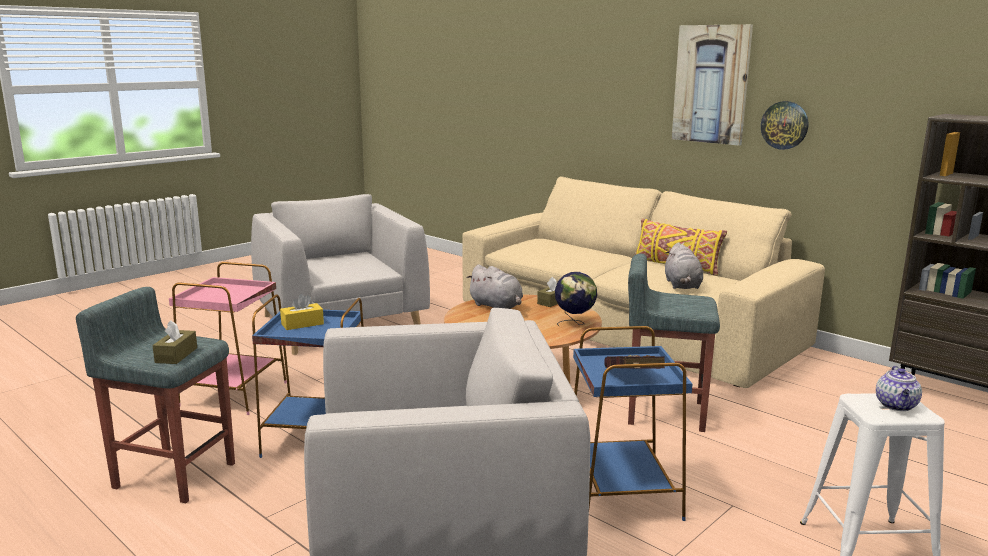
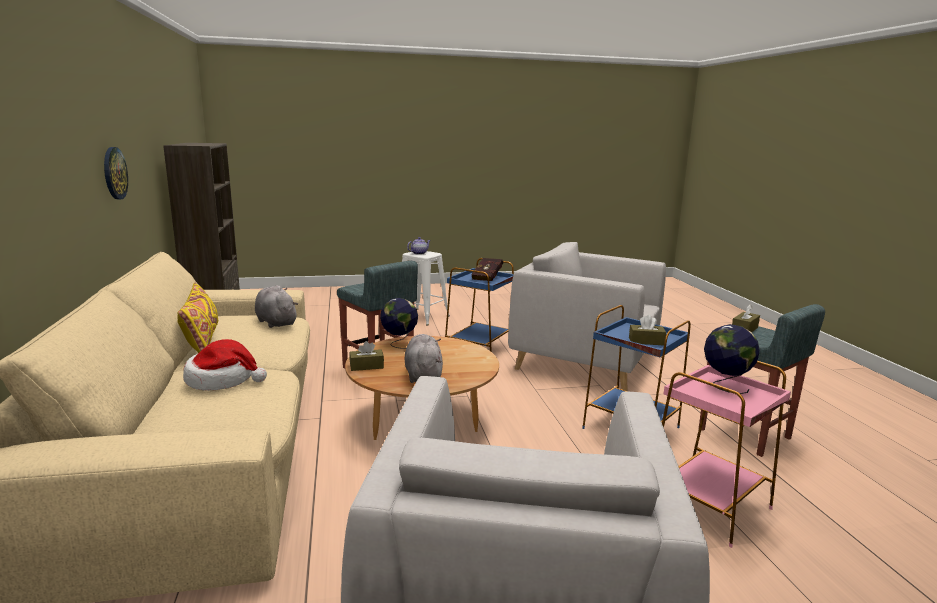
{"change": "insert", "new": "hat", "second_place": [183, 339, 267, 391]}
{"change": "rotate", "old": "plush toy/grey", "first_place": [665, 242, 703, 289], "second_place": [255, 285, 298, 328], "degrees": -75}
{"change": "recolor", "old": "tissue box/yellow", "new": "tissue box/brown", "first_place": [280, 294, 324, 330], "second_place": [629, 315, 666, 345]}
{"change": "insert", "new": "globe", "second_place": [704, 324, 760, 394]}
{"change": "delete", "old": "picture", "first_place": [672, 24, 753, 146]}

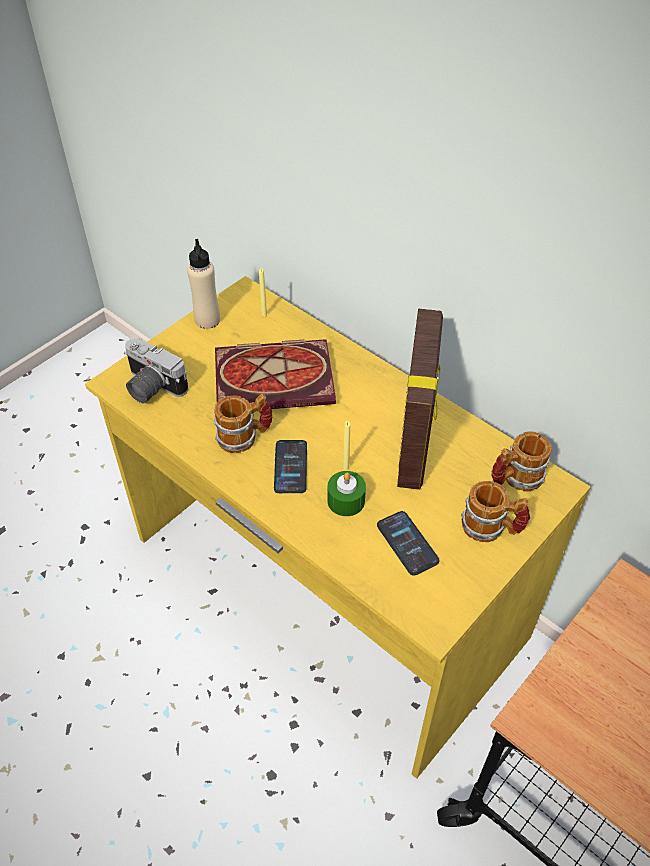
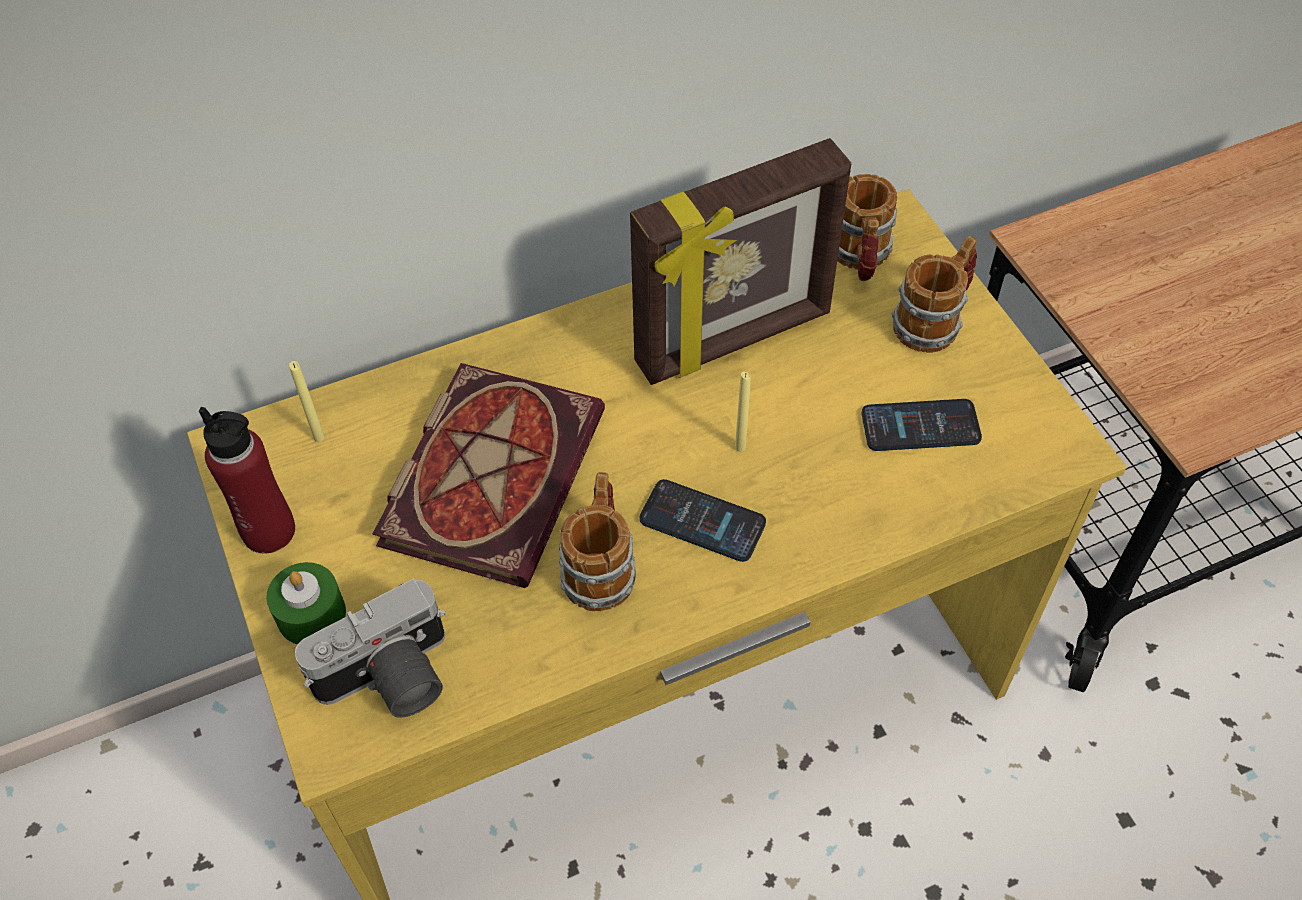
{"change": "recolor", "old": "bottle/beige", "new": "bottle/red", "first_place": [187, 239, 220, 329], "second_place": [199, 407, 295, 554]}
{"change": "move", "old": "candle/green", "first_place": [327, 471, 366, 516], "second_place": [266, 562, 346, 644]}
{"change": "rotate", "old": "picture frame", "first_place": [397, 309, 443, 490], "second_place": [630, 138, 851, 385], "degrees": 120}

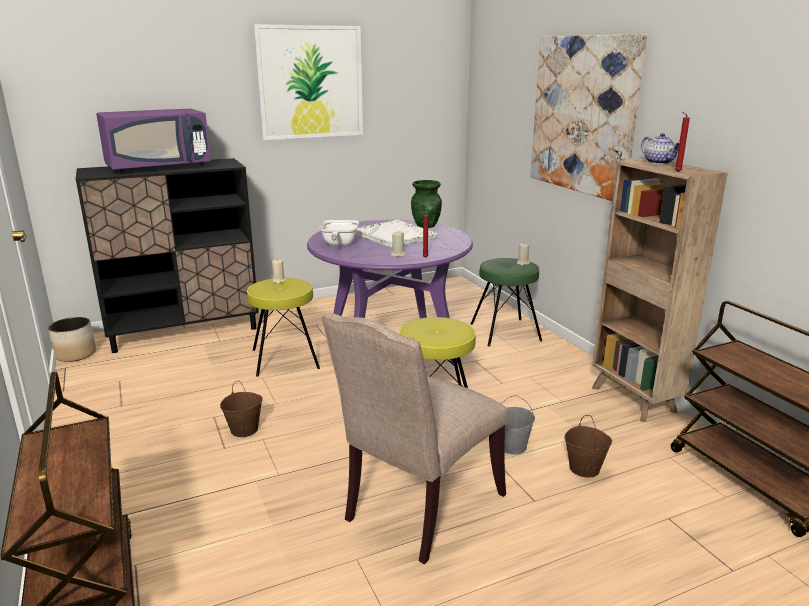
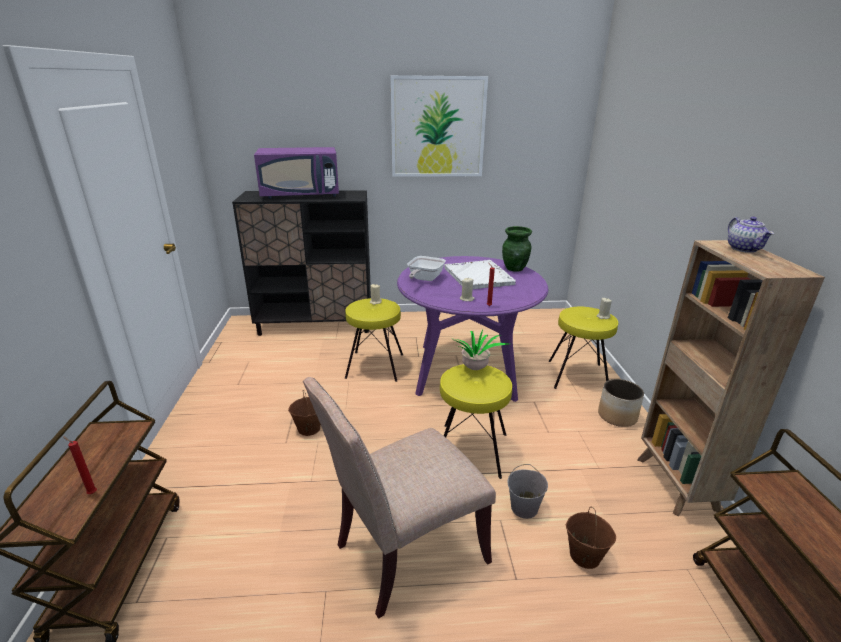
{"change": "move", "old": "candle/red", "first_place": [675, 112, 690, 172], "second_place": [63, 436, 97, 494]}
{"change": "insert", "new": "potted plant", "second_place": [450, 330, 509, 370]}
{"change": "recolor", "old": "stool/green", "new": "stool/yellow", "first_place": [471, 258, 542, 347], "second_place": [549, 307, 618, 389]}
{"change": "move", "old": "planter", "first_place": [48, 317, 96, 362], "second_place": [598, 379, 644, 427]}
{"change": "delete", "old": "picture", "first_place": [531, 34, 647, 201]}

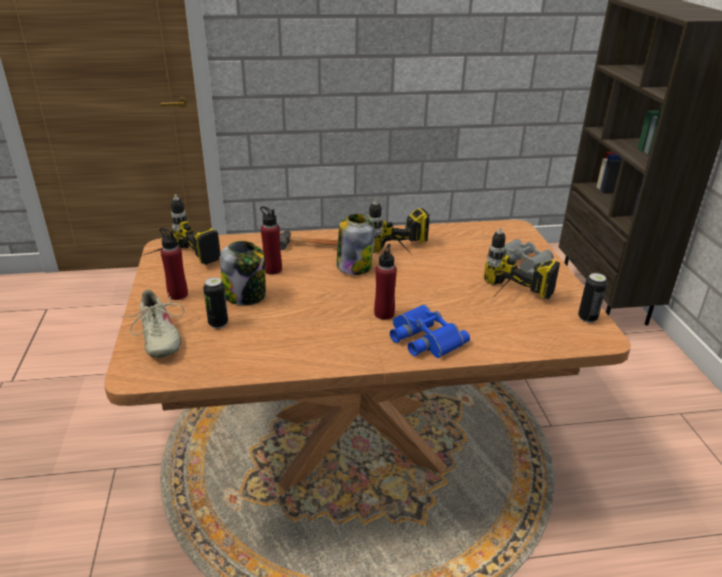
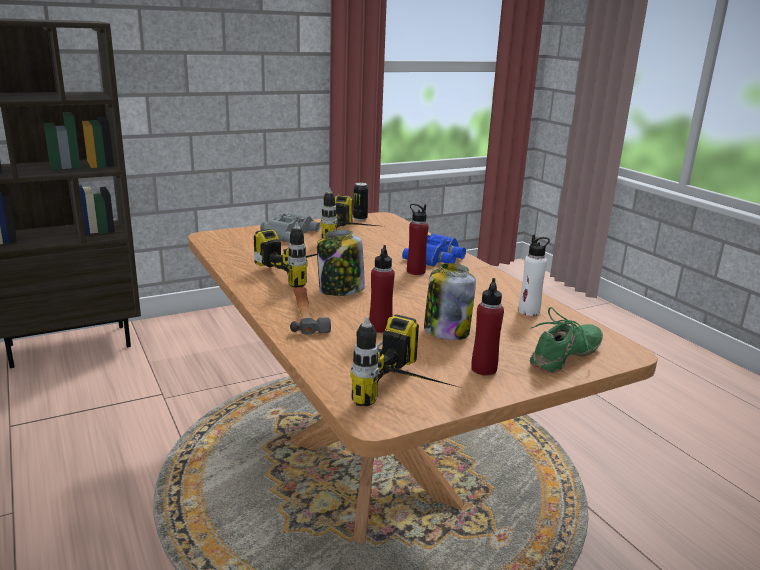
{"change": "insert", "new": "bottle/white", "second_place": [519, 235, 550, 316]}
{"change": "recolor", "old": "shoe/beige", "new": "shoe/green", "first_place": [122, 289, 184, 358], "second_place": [530, 307, 603, 373]}
{"change": "delete", "old": "can", "first_place": [203, 277, 228, 328]}

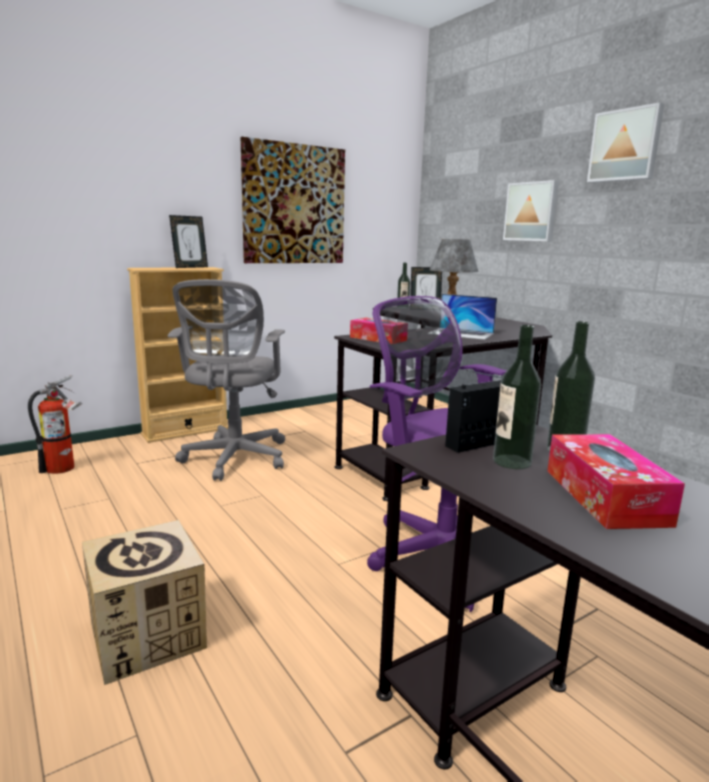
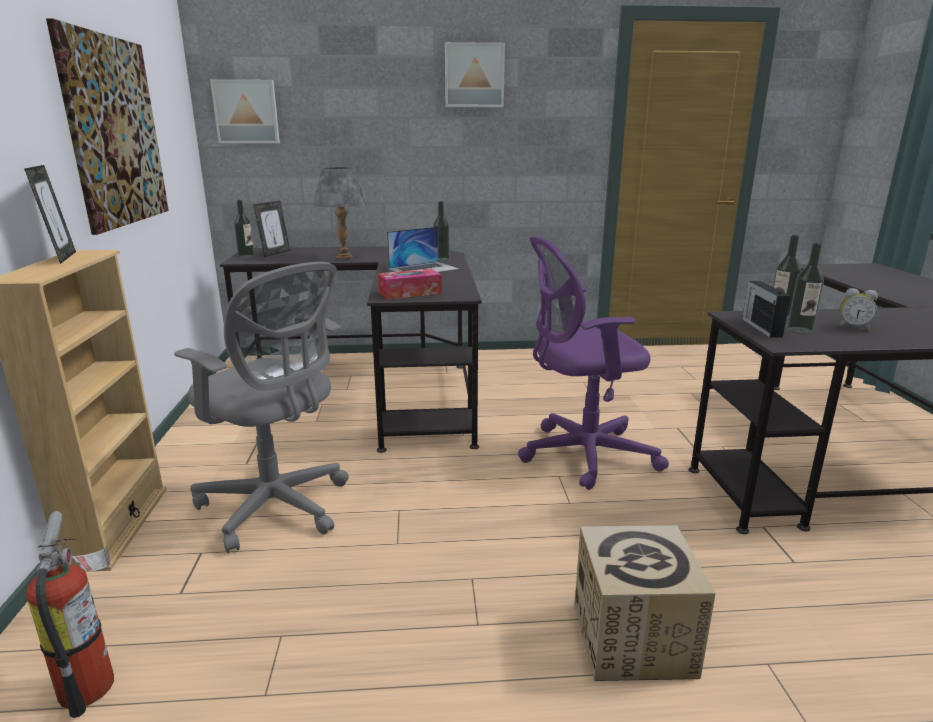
{"change": "move", "old": "picture", "first_place": [503, 180, 559, 241], "second_place": [210, 79, 280, 143]}
{"change": "insert", "new": "bottle", "second_place": [433, 201, 449, 261]}
{"change": "replace", "old": "tissue box", "new": "alarm clock", "first_place": [547, 434, 685, 529], "second_place": [839, 288, 878, 330]}

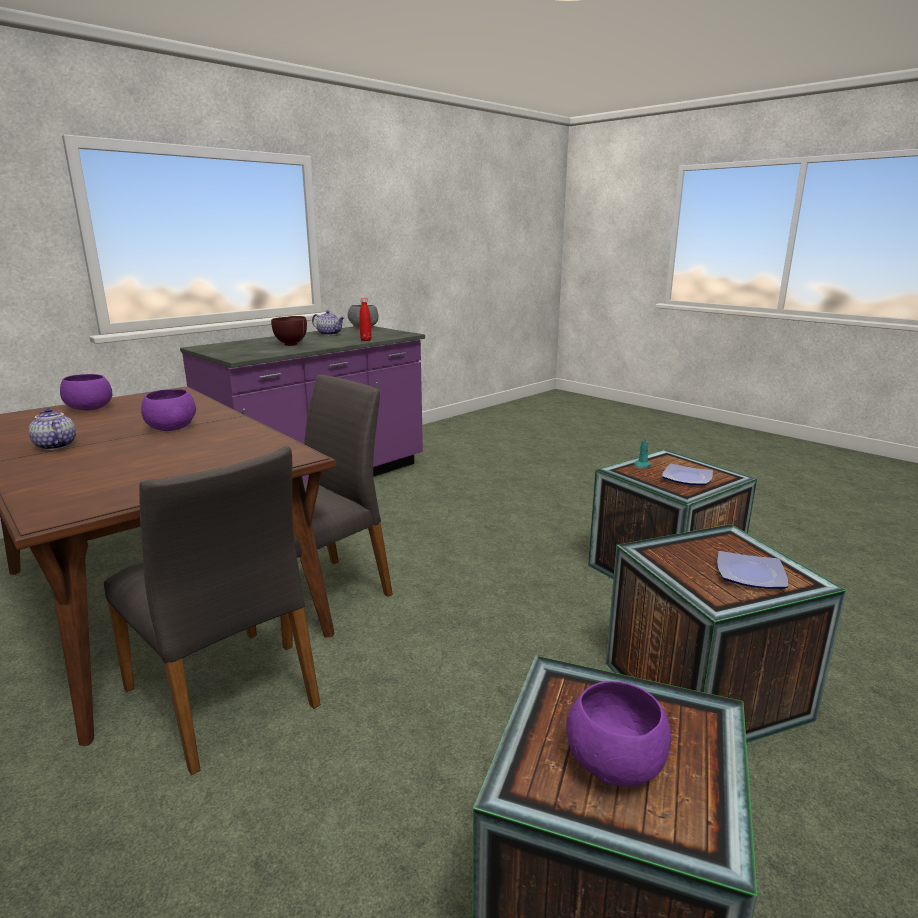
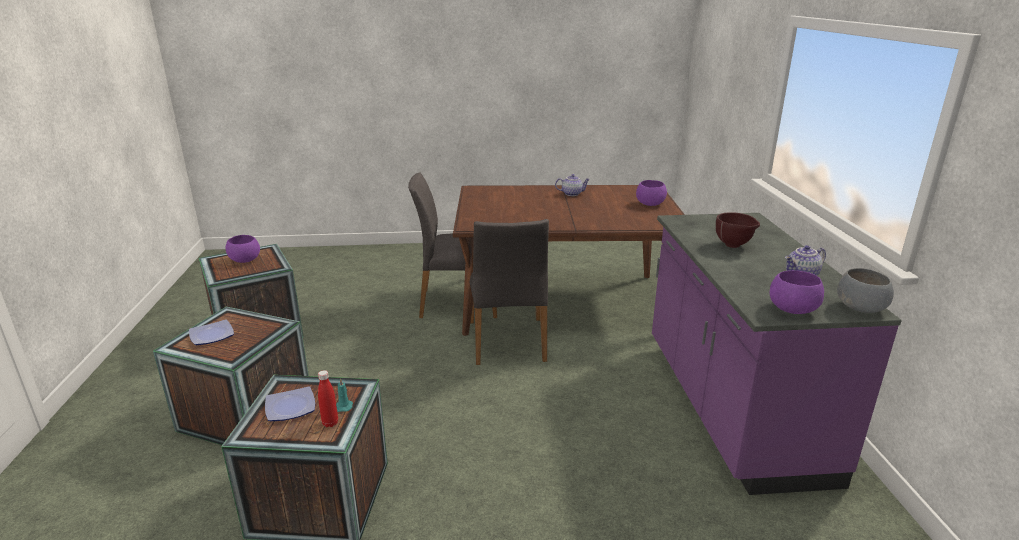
{"change": "move", "old": "bottle/red", "first_place": [359, 298, 371, 341], "second_place": [318, 370, 338, 427]}
{"change": "move", "old": "bowl/purple", "first_place": [141, 389, 196, 431], "second_place": [770, 270, 824, 314]}

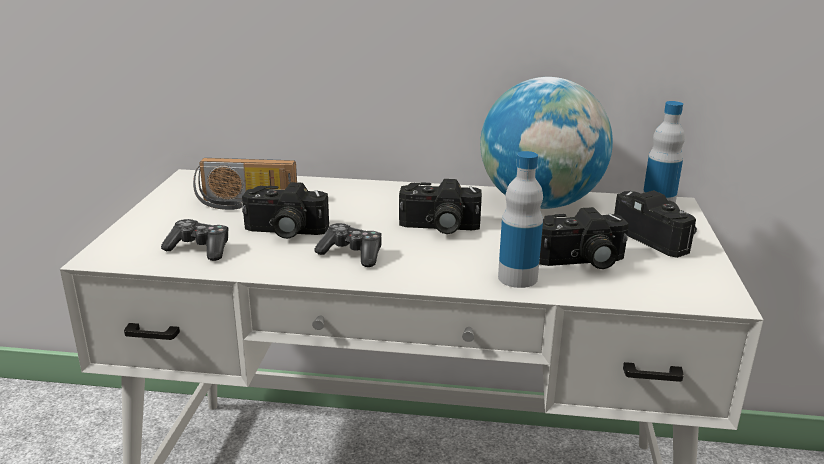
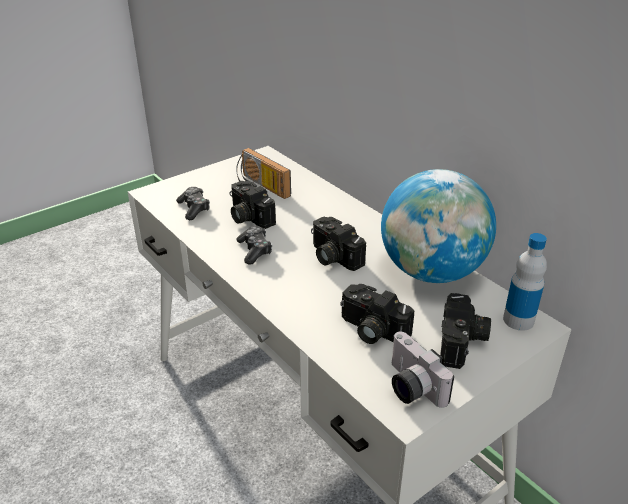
{"change": "insert", "new": "photo camera", "second_place": [392, 331, 454, 408]}
{"change": "delete", "old": "bottle", "first_place": [498, 151, 543, 288]}

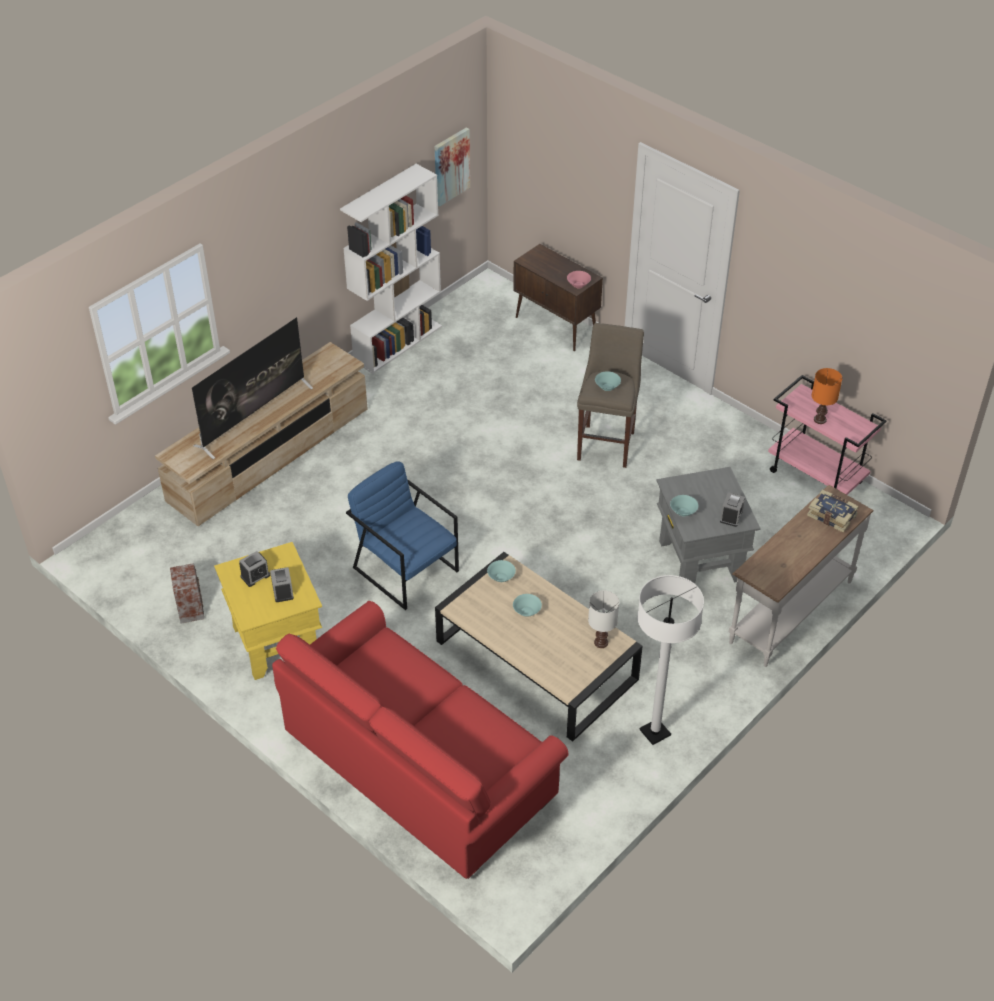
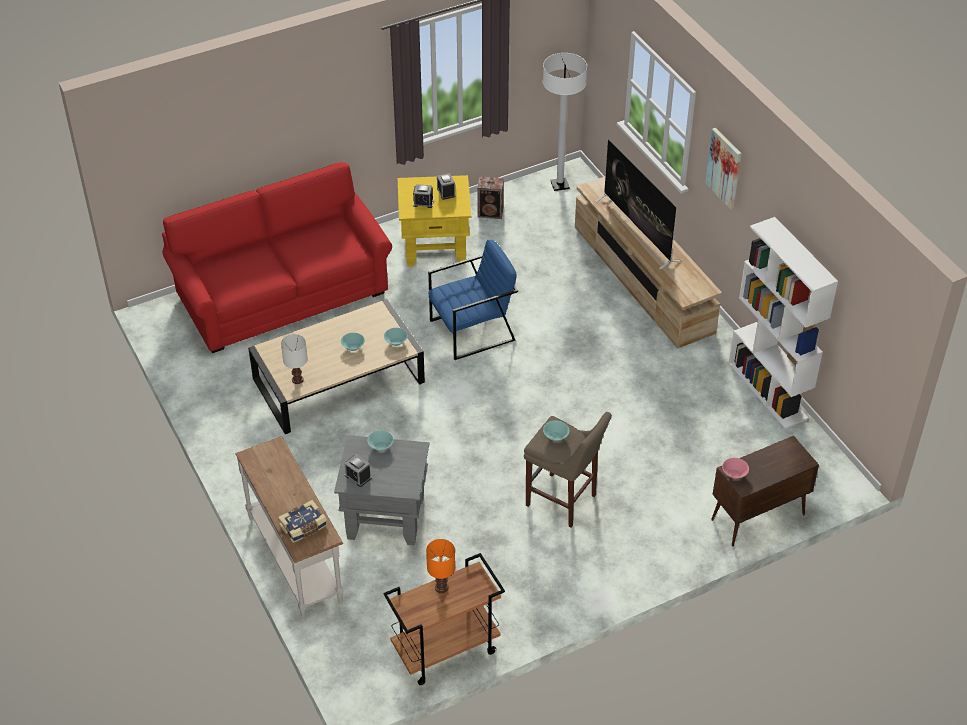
{"change": "recolor", "old": "cart/pink", "new": "cart/brown", "first_place": [768, 375, 887, 495], "second_place": [383, 553, 505, 685]}
{"change": "move", "old": "floor lamp/white", "first_place": [637, 575, 704, 745], "second_place": [543, 53, 587, 191]}
{"change": "move", "old": "picture", "first_place": [435, 127, 470, 207], "second_place": [705, 128, 742, 209]}

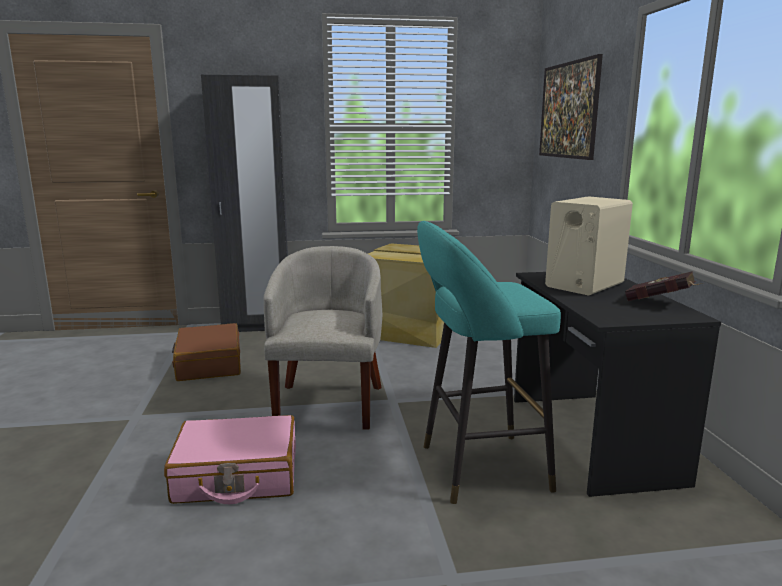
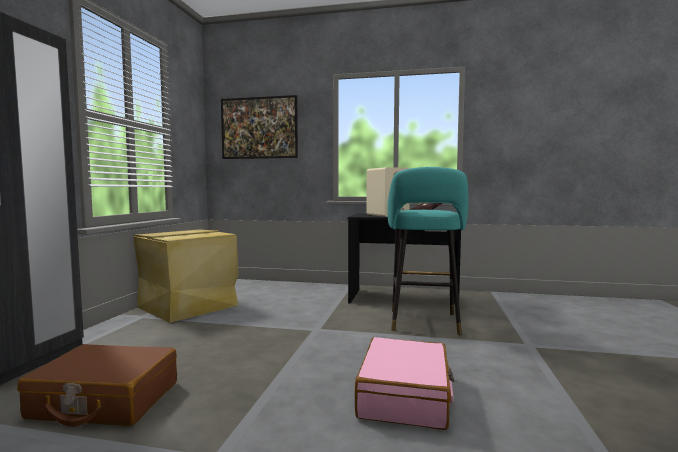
{"change": "delete", "old": "armchair/beige", "first_place": [264, 246, 382, 430]}

